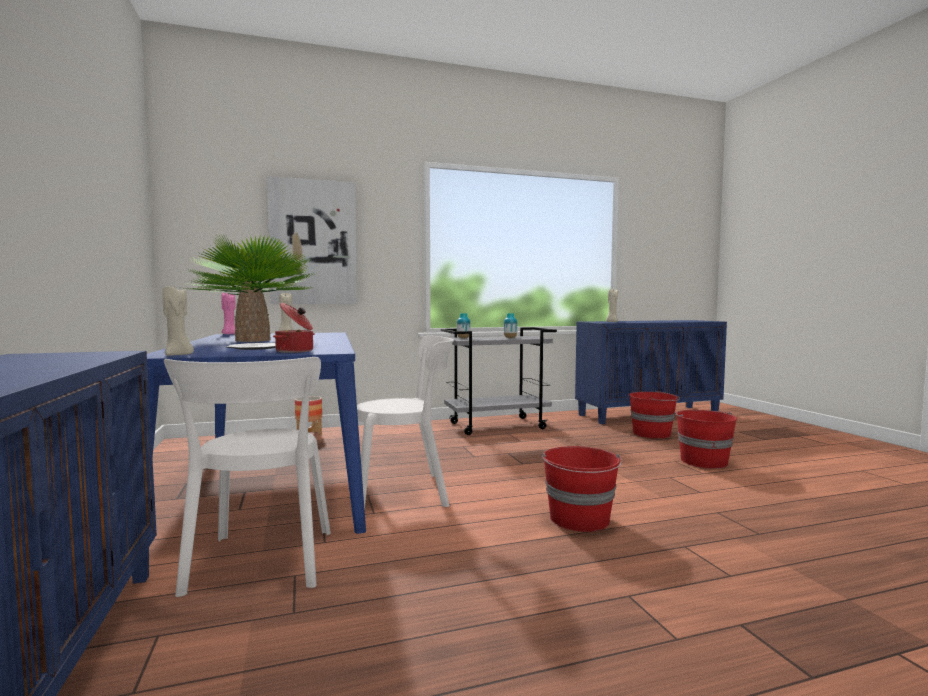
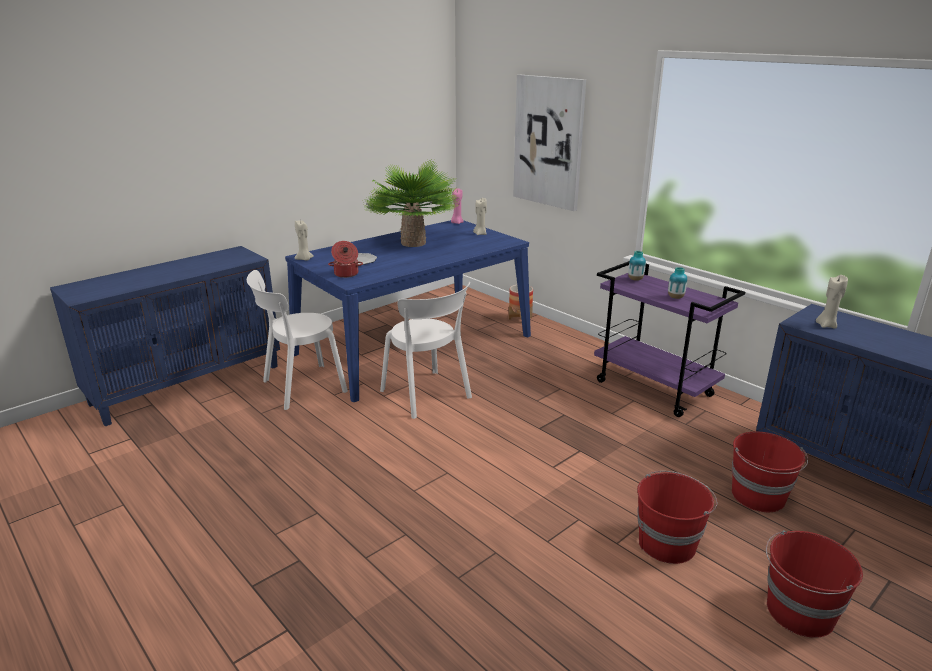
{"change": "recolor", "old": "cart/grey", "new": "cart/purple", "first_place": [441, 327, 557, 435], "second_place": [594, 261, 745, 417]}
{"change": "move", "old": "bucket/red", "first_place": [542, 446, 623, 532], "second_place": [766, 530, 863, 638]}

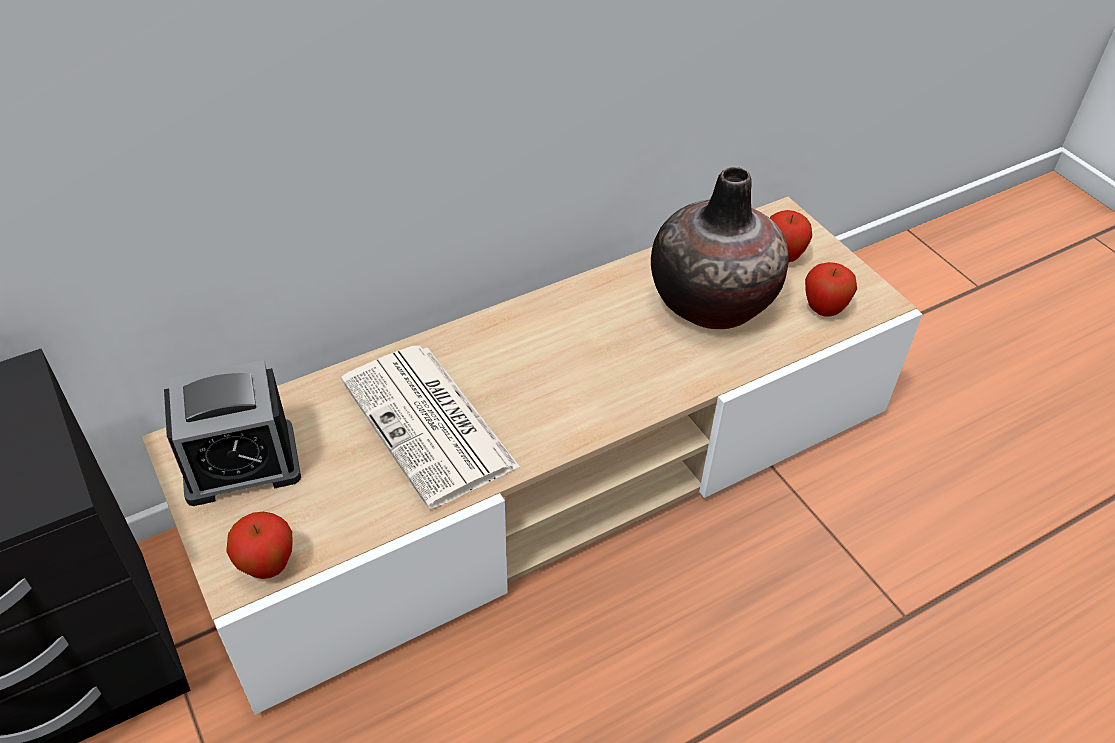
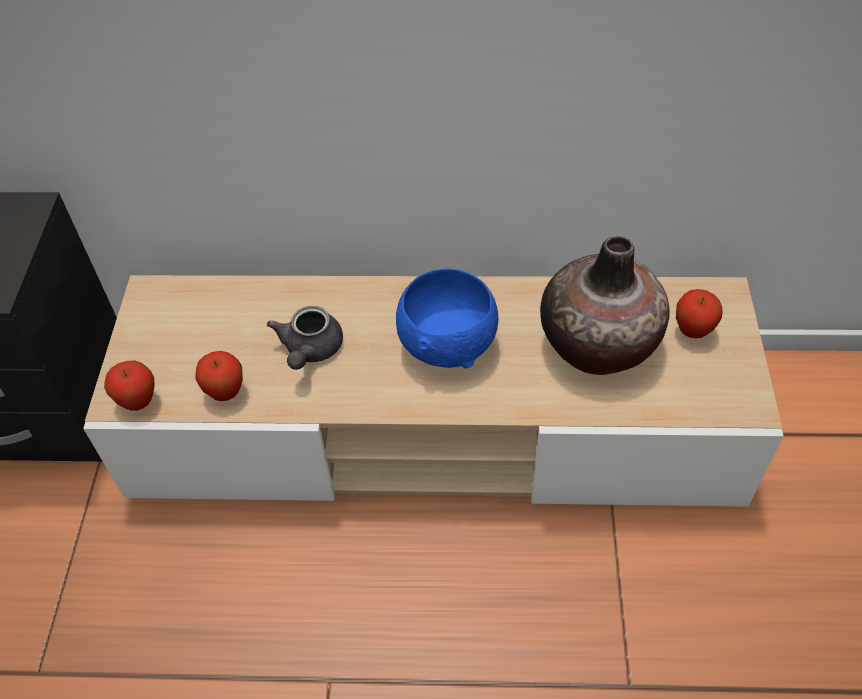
{"change": "move", "old": "apple", "first_place": [805, 262, 857, 317], "second_place": [196, 351, 243, 401]}
{"change": "replace", "old": "newspaper", "new": "teapot/grey", "first_place": [341, 345, 520, 509], "second_place": [267, 306, 343, 370]}
{"change": "insert", "new": "bowl/blue", "second_place": [396, 269, 498, 369]}
{"change": "delete", "old": "alarm clock", "first_place": [164, 360, 301, 506]}

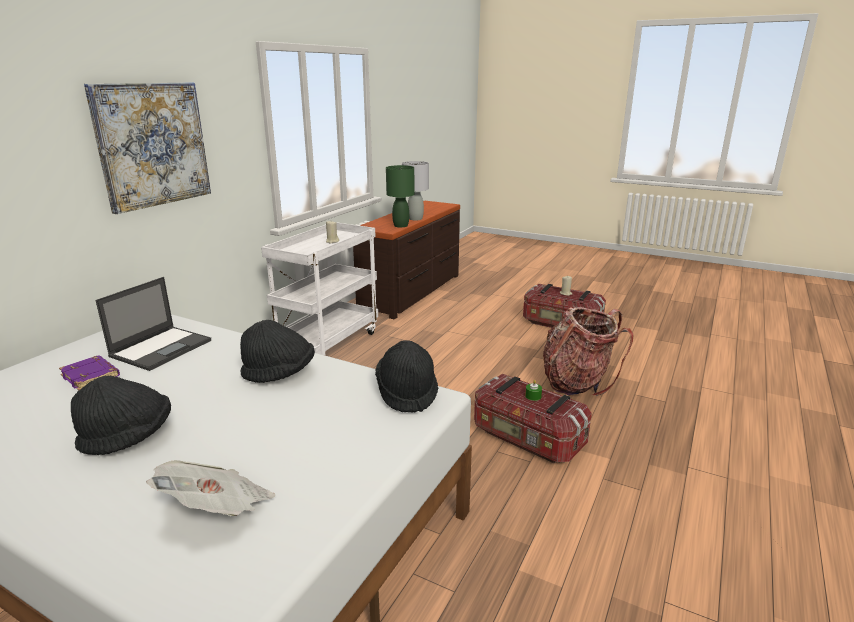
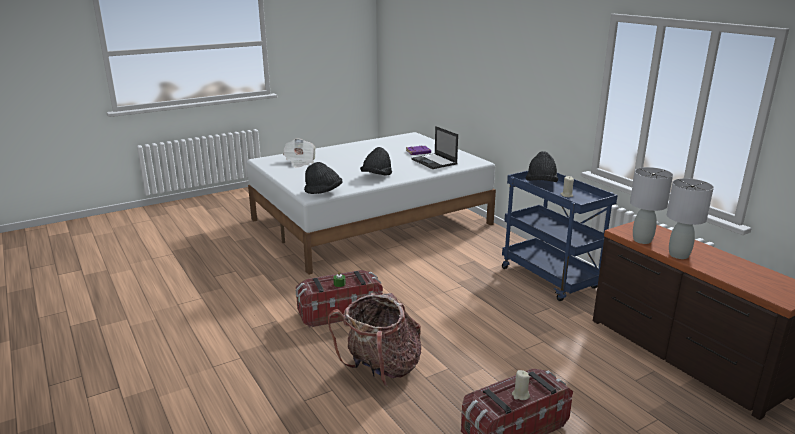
{"change": "recolor", "old": "cart/white", "new": "cart/blue", "first_place": [261, 222, 378, 355], "second_place": [502, 170, 618, 301]}
{"change": "move", "old": "hat/black", "first_place": [71, 376, 171, 455], "second_place": [526, 151, 558, 182]}
{"change": "recolor", "old": "table lamp/green", "new": "table lamp/grey", "first_place": [386, 165, 415, 228], "second_place": [630, 167, 673, 244]}
{"change": "delete", "old": "picture", "first_place": [84, 82, 211, 214]}

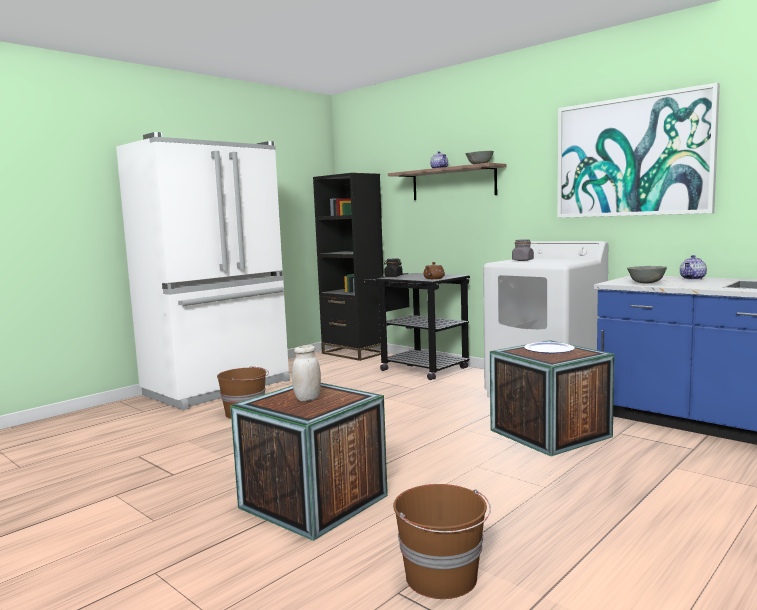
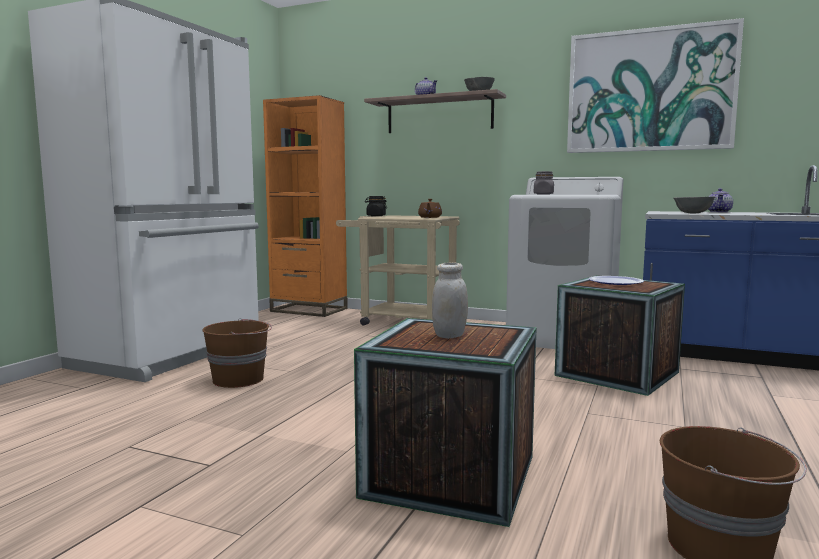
{"change": "recolor", "old": "bookcase/black", "new": "bookcase/orange", "first_place": [313, 173, 384, 361], "second_place": [263, 95, 348, 317]}
{"change": "recolor", "old": "cart/black", "new": "cart/beige", "first_place": [362, 273, 470, 380], "second_place": [336, 215, 460, 326]}

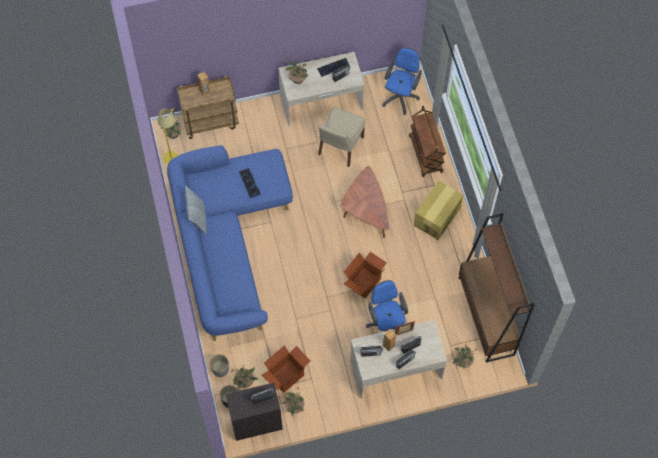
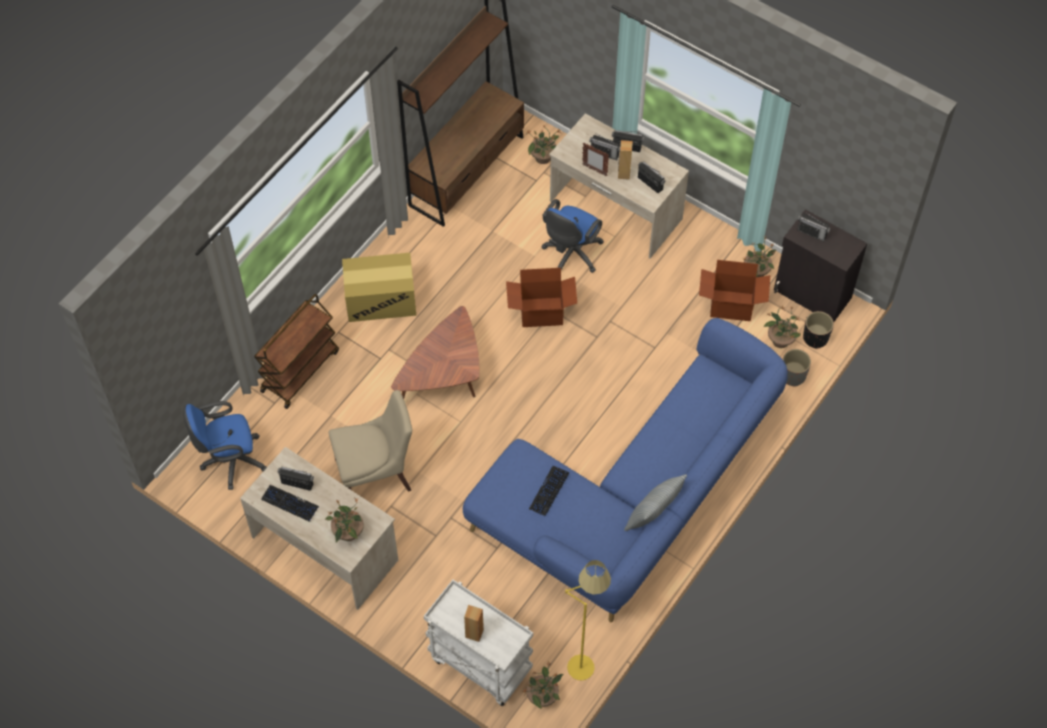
{"change": "recolor", "old": "cart/brown", "new": "cart/white", "first_place": [177, 76, 239, 139], "second_place": [424, 580, 533, 706]}

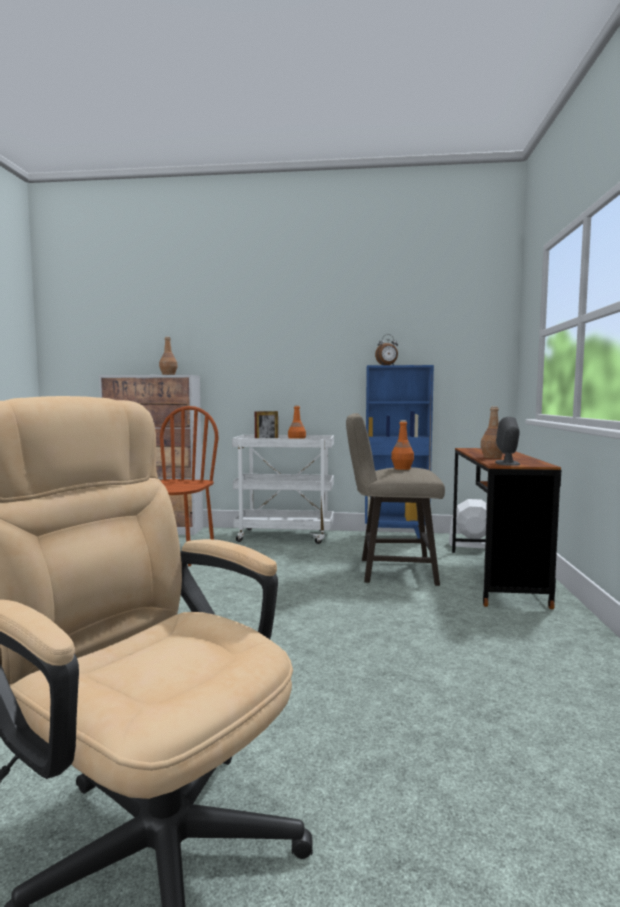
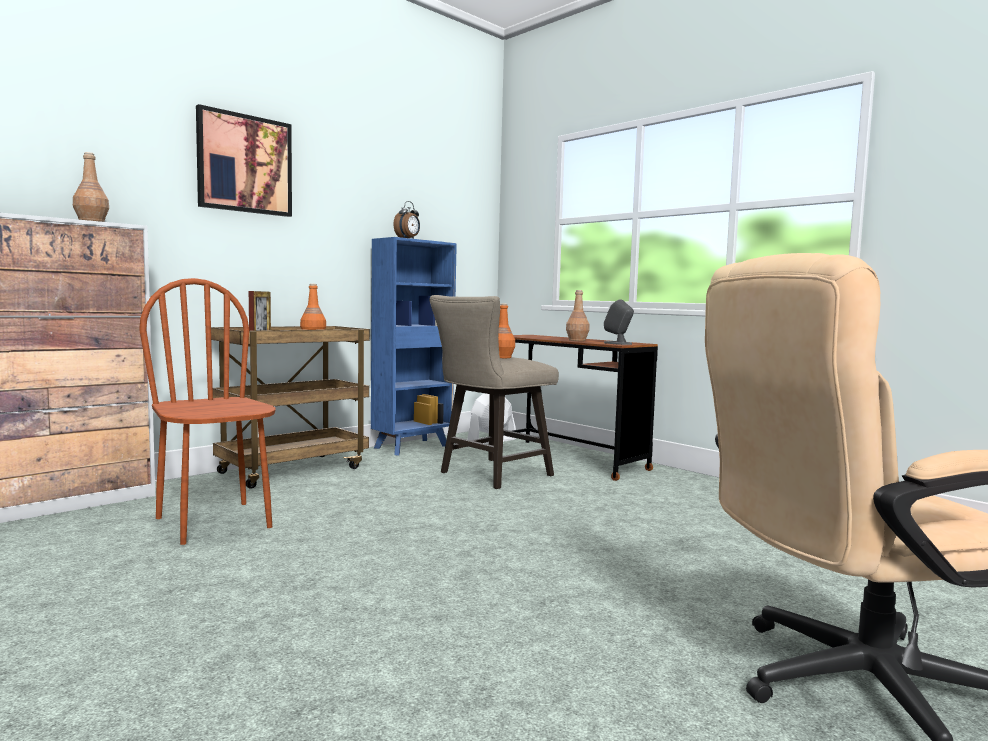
{"change": "insert", "new": "picture", "second_place": [196, 104, 292, 217]}
{"change": "recolor", "old": "cart/white", "new": "cart/brown", "first_place": [232, 435, 334, 544], "second_place": [211, 326, 370, 489]}

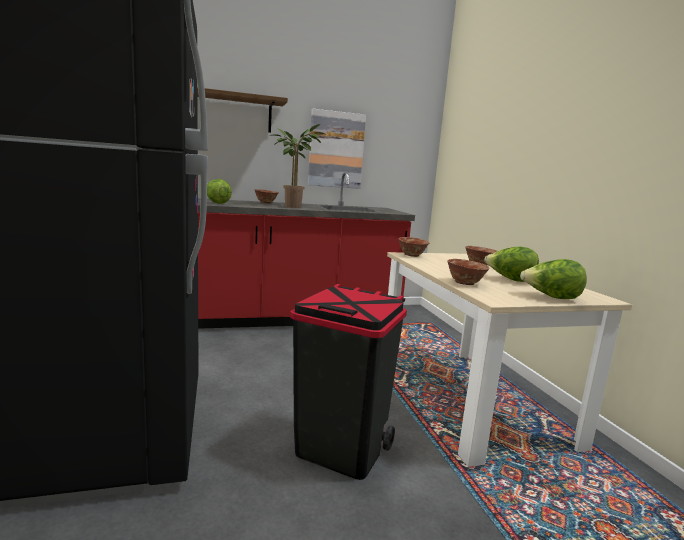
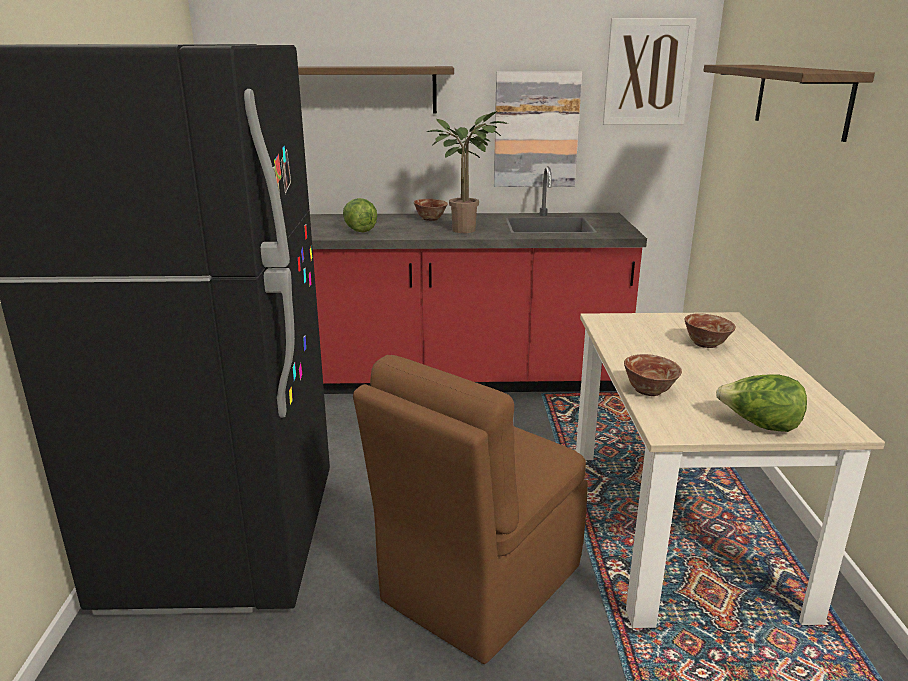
{"change": "replace", "old": "trash can/black", "new": "chair/brown", "first_place": [290, 284, 407, 480], "second_place": [353, 355, 588, 664]}
{"change": "insert", "new": "picture", "second_place": [603, 18, 696, 125]}
{"change": "insert", "new": "shelf", "second_place": [703, 65, 875, 142]}
{"change": "delete", "old": "bowl", "first_place": [398, 237, 429, 257]}
{"change": "delete", "old": "lettuce", "first_place": [484, 247, 539, 282]}

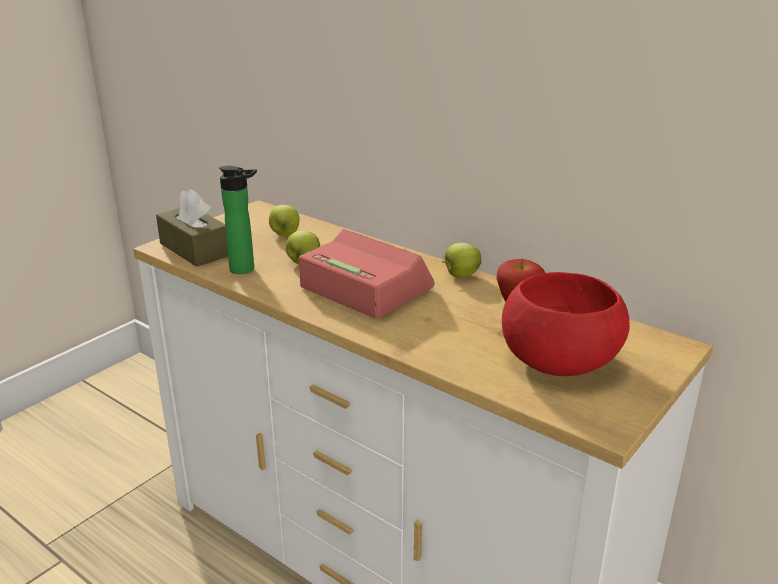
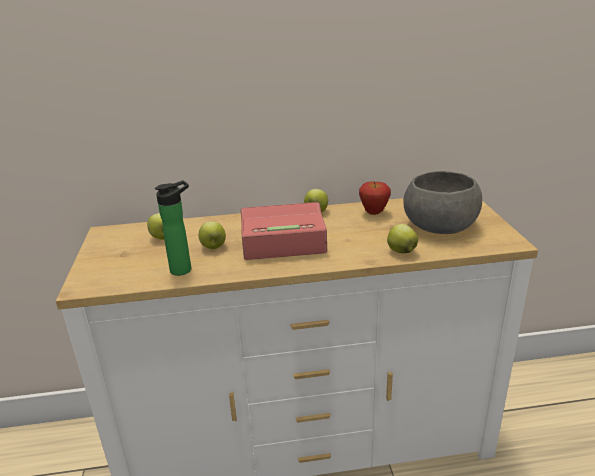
{"change": "insert", "new": "apple", "second_place": [387, 224, 418, 254]}
{"change": "recolor", "old": "bowl/red", "new": "bowl/grey", "first_place": [502, 272, 630, 376], "second_place": [403, 171, 482, 234]}
{"change": "delete", "old": "tissue box/brown", "first_place": [156, 189, 228, 267]}

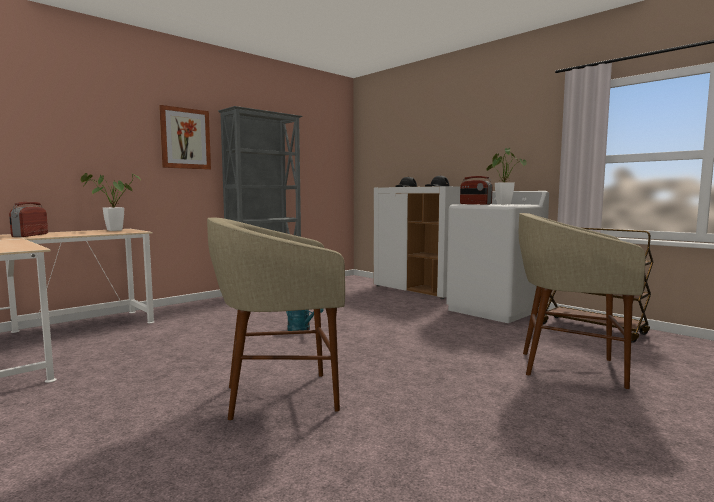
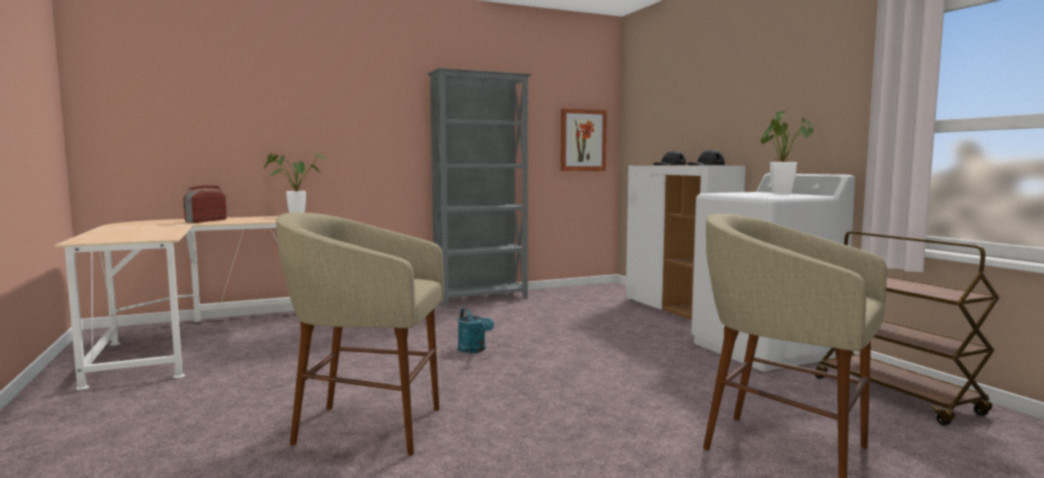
{"change": "move", "old": "picture", "first_place": [159, 105, 211, 170], "second_place": [561, 109, 607, 171]}
{"change": "delete", "old": "radio", "first_place": [460, 176, 493, 205]}

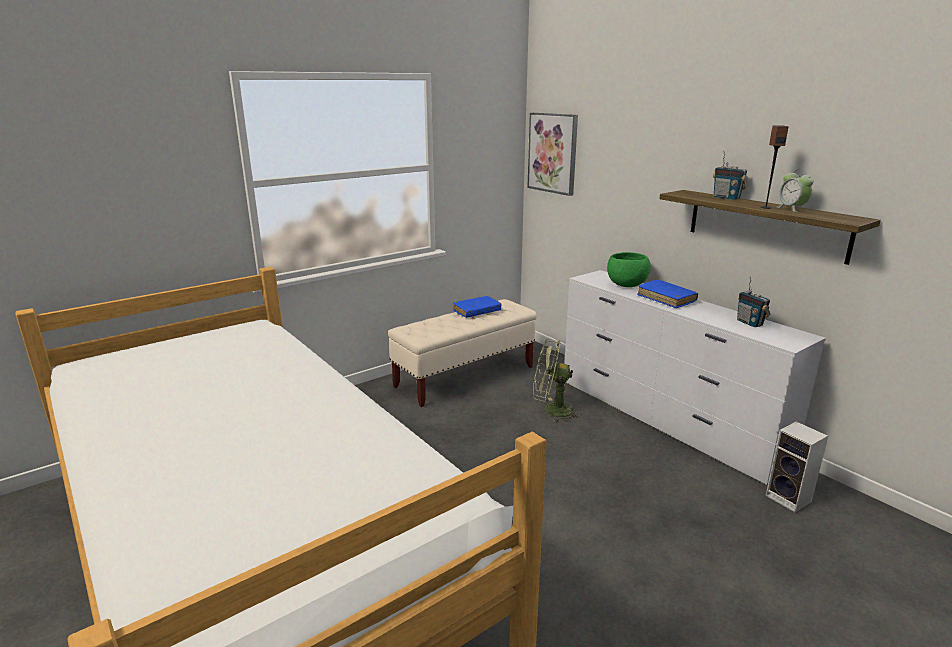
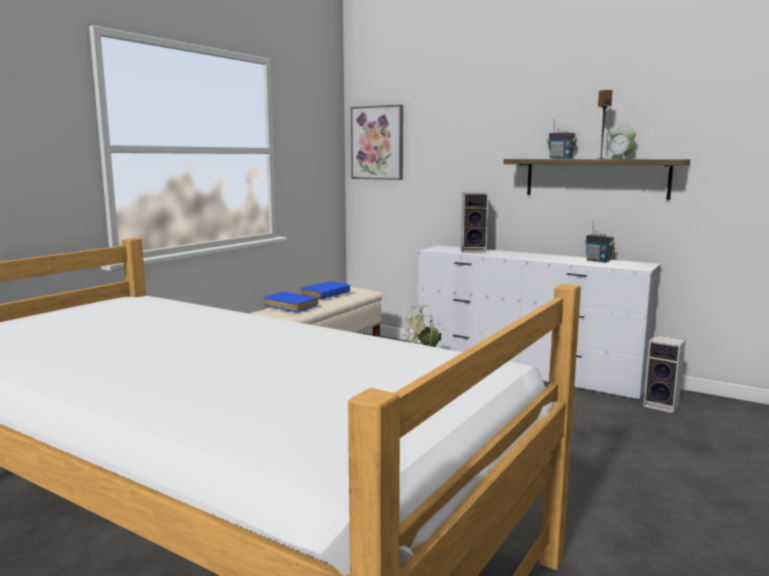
{"change": "move", "old": "book/blue", "first_place": [637, 280, 698, 308], "second_place": [264, 292, 318, 313]}
{"change": "replace", "old": "bowl/green", "new": "speaker", "first_place": [607, 252, 651, 287], "second_place": [460, 192, 488, 253]}

